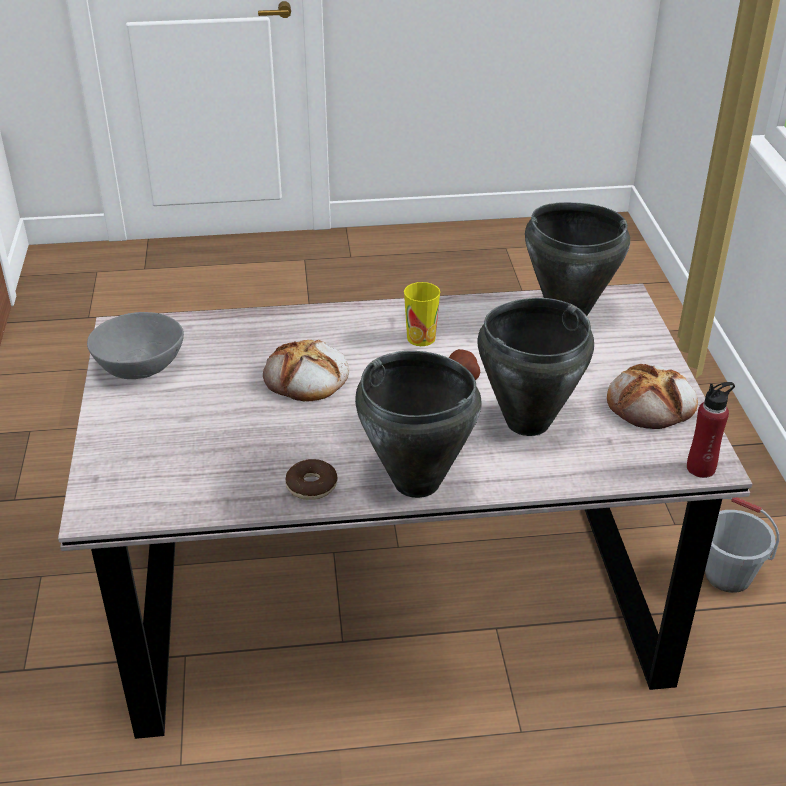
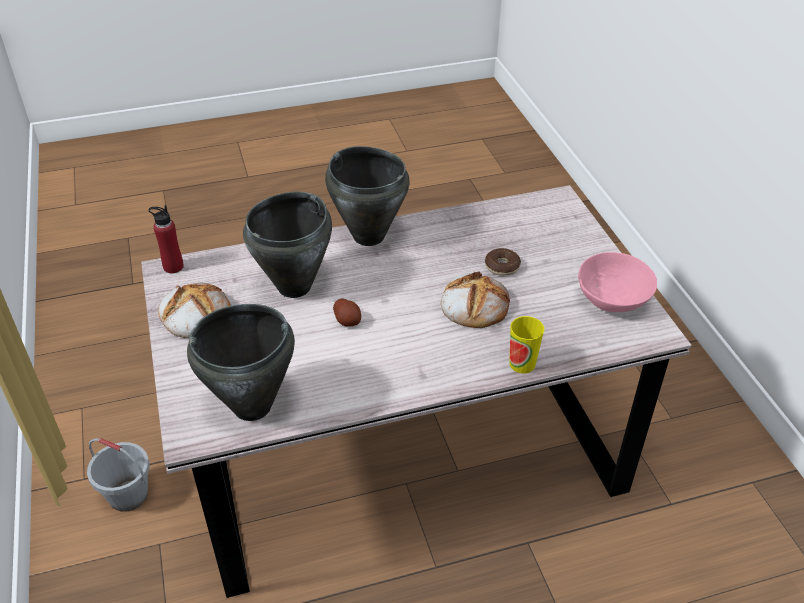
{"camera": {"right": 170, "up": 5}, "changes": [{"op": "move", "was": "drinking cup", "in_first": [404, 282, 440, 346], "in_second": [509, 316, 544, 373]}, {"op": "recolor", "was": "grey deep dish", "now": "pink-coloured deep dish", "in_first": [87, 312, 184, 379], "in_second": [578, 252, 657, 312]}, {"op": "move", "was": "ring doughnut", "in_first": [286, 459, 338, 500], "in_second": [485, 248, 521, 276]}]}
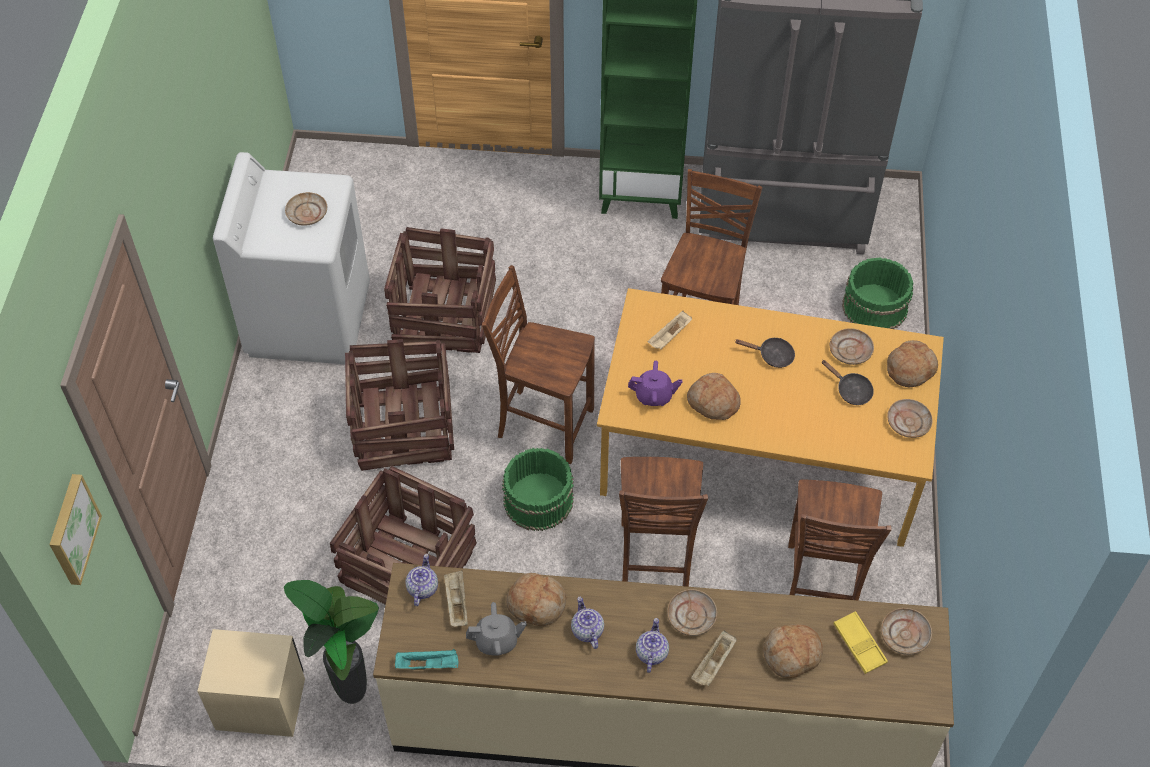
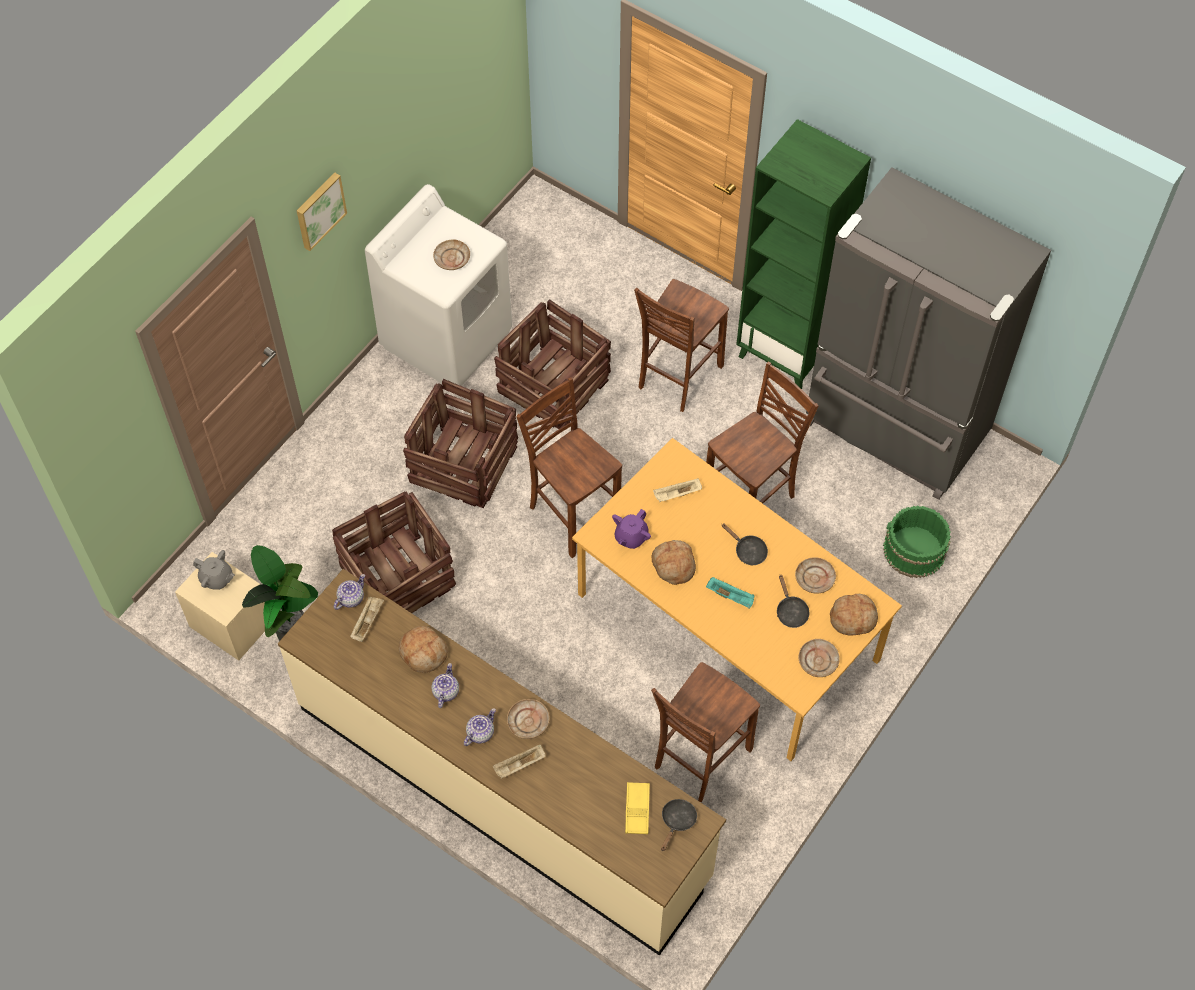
{"camera": {"right": 30, "up": 5}, "changes": [{"op": "rotate", "was": "purplish teapot", "in_first": [628, 361, 682, 406], "in_second": [612, 509, 651, 549], "clockwise": 90}, {"op": "delete", "was": "green-coloured pail", "in_first": [502, 448, 574, 531]}, {"op": "move", "was": "brown chair", "in_first": [619, 457, 708, 587], "in_second": [634, 279, 729, 412]}, {"op": "move", "was": "wall picture", "in_first": [49, 474, 102, 585], "in_second": [297, 173, 347, 251]}, {"op": "move", "was": "grey teapot", "in_first": [466, 602, 527, 656], "in_second": [193, 550, 235, 590]}, {"op": "replace", "was": "sand-coloured dinner plate", "now": "black-coloured pan", "in_first": [881, 608, 932, 655], "in_second": [661, 799, 697, 851]}, {"op": "delete", "was": "bread", "in_first": [763, 624, 823, 678]}, {"op": "move", "was": "turquoise tray", "in_first": [395, 649, 458, 670], "in_second": [706, 577, 755, 609]}]}
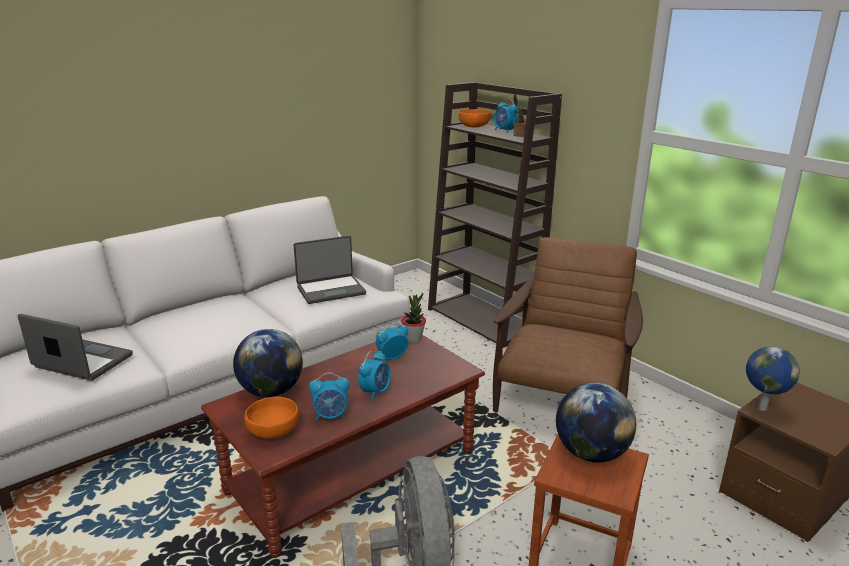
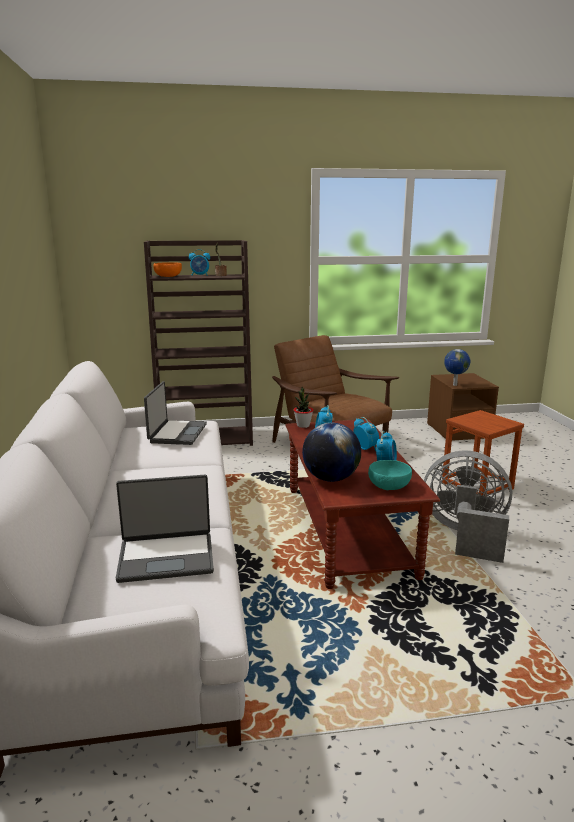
{"camera": {"right": -60, "up": -5}, "changes": [{"op": "rotate", "was": "laptop", "in_first": [18, 314, 133, 381], "in_second": [116, 475, 214, 583], "clockwise": -150}, {"op": "delete", "was": "desk globe", "in_first": [556, 383, 636, 463]}, {"op": "recolor", "was": "orange-coloured deep dish", "now": "turquoise deep dish", "in_first": [244, 397, 299, 439], "in_second": [368, 460, 412, 490]}]}
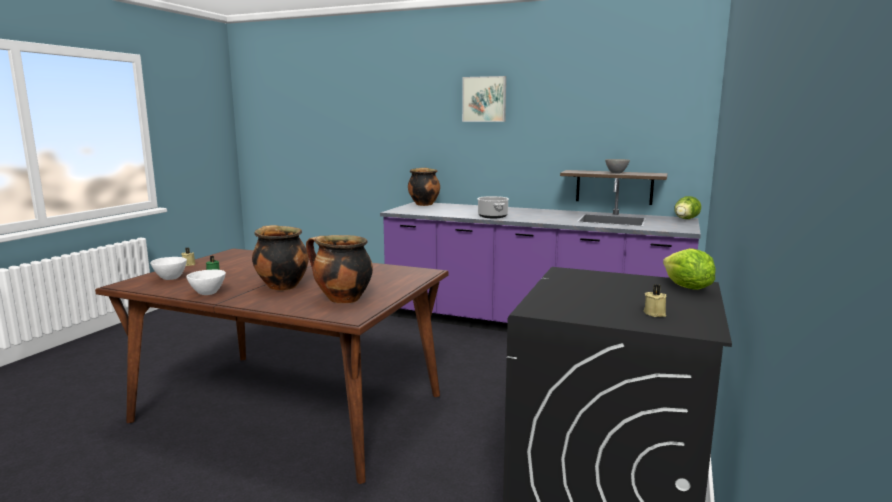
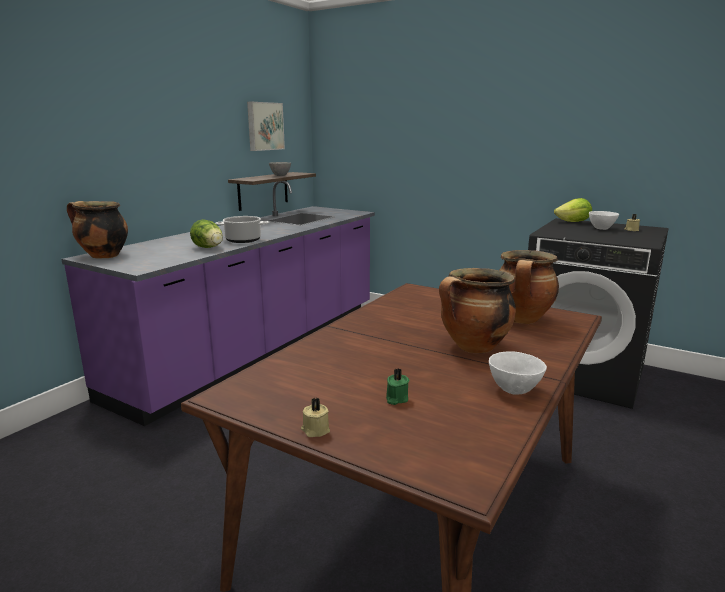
{"camera": {"right": -80, "up": 5}, "changes": [{"op": "move", "was": "wall picture", "in_first": [462, 76, 506, 122], "in_second": [247, 102, 285, 151]}, {"op": "move", "was": "lettuce head", "in_first": [674, 196, 701, 219], "in_second": [190, 219, 223, 248]}, {"op": "move", "was": "white-coloured deep dish", "in_first": [150, 257, 187, 280], "in_second": [589, 211, 619, 230]}]}
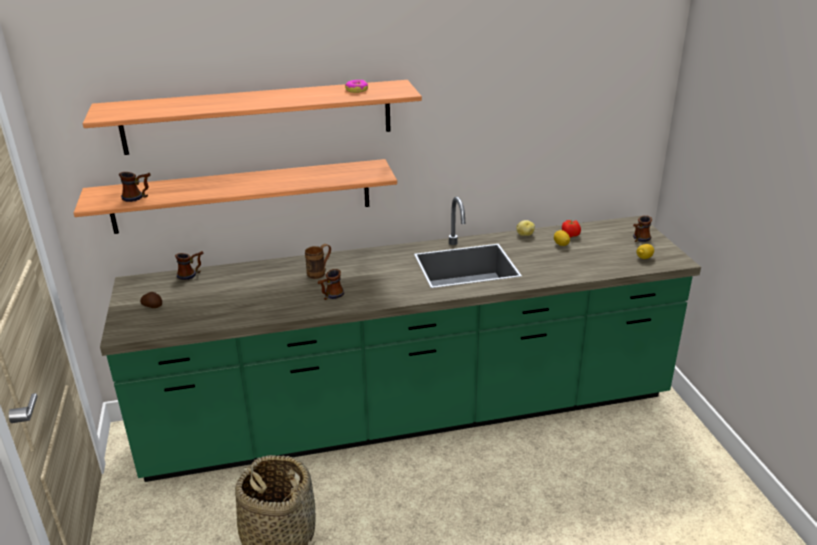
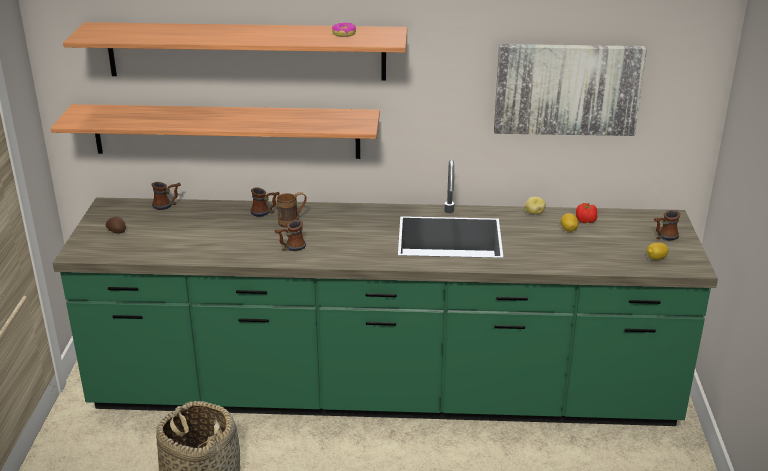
{"camera": {"right": 15, "up": 0}, "changes": [{"op": "move", "was": "mug", "in_first": [119, 172, 151, 202], "in_second": [250, 187, 279, 217]}, {"op": "insert", "now": "wall picture", "in_second": [494, 44, 647, 136]}]}
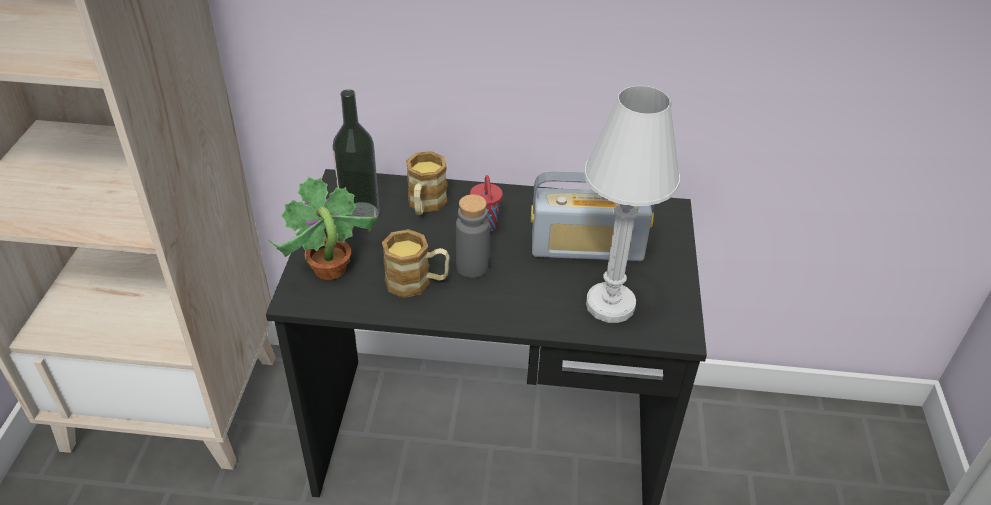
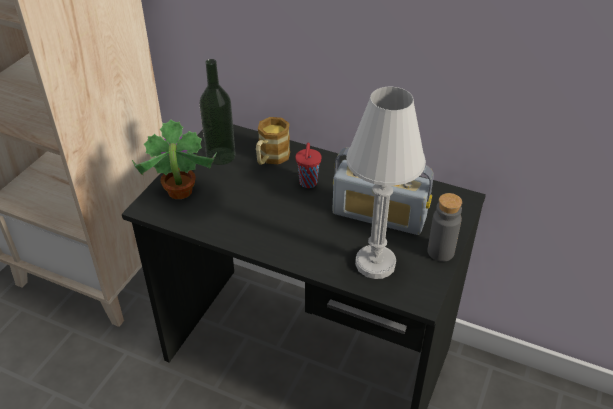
{"camera": {"right": 20, "up": 0}, "changes": [{"op": "move", "was": "grey bottle", "in_first": [456, 194, 489, 278], "in_second": [427, 193, 462, 262]}, {"op": "delete", "was": "mug", "in_first": [382, 229, 450, 298]}]}
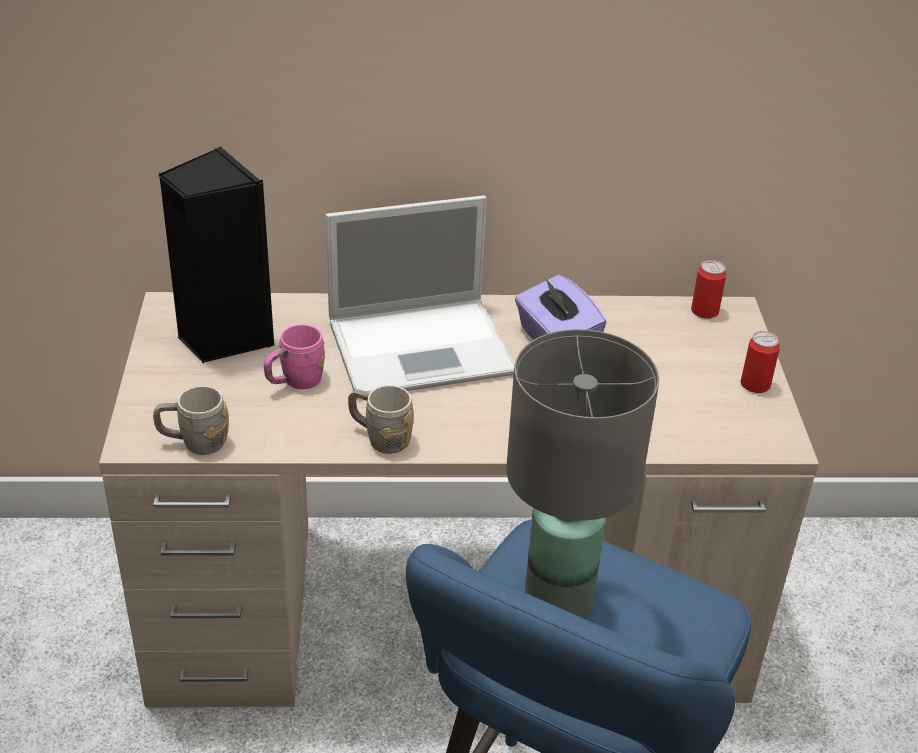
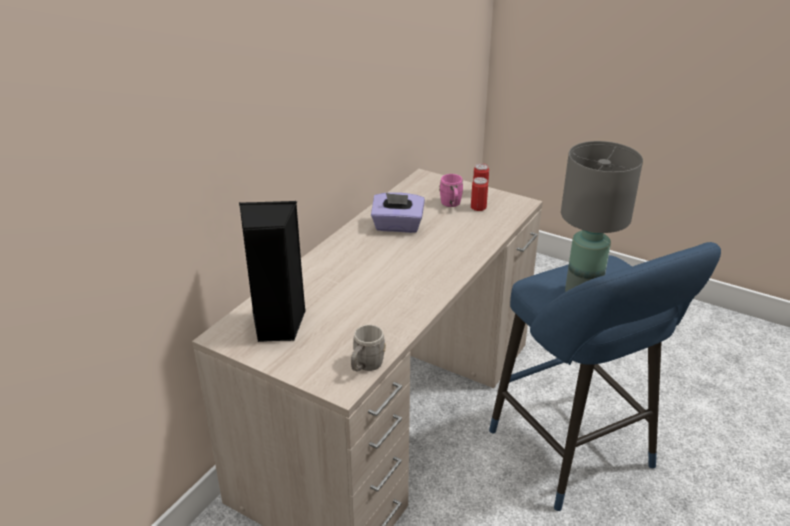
{"camera": {"right": -55, "up": -5}, "changes": [{"op": "delete", "was": "laptop", "in_first": [325, 195, 515, 399]}, {"op": "move", "was": "can", "in_first": [691, 260, 727, 319], "in_second": [471, 177, 488, 211]}, {"op": "move", "was": "pink-coloured mug", "in_first": [264, 324, 325, 389], "in_second": [439, 174, 463, 207]}, {"op": "delete", "was": "grey mug", "in_first": [348, 385, 414, 454]}]}
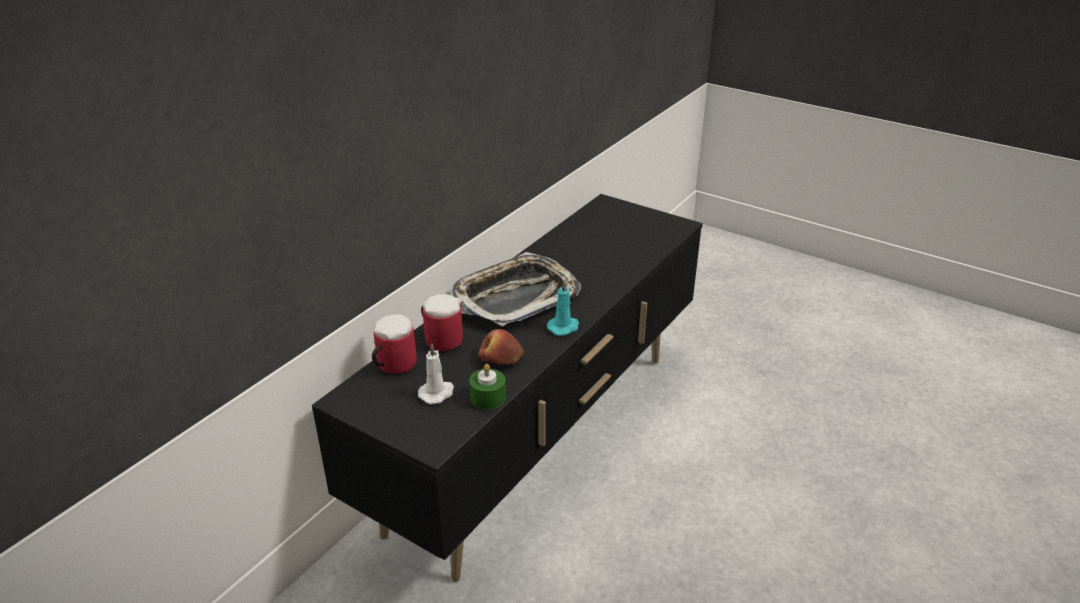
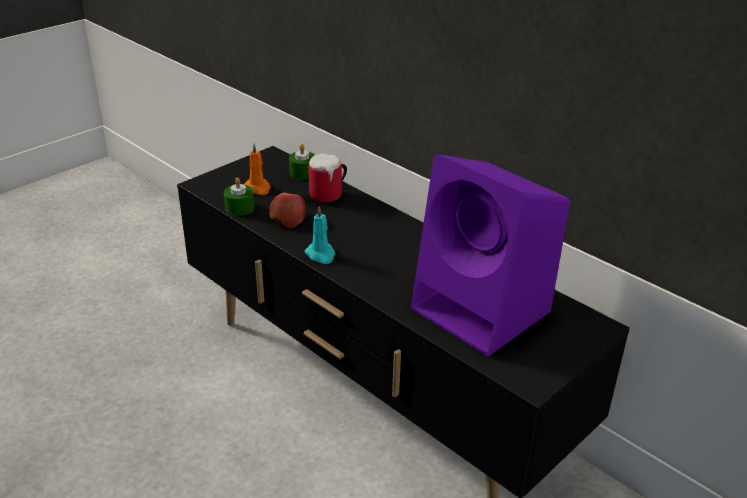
{"camera": {"right": 100, "up": 0}, "changes": [{"op": "delete", "was": "tray", "in_first": [450, 252, 581, 327]}, {"op": "replace", "was": "mug", "now": "green-coloured wax candle", "in_first": [372, 314, 417, 374], "in_second": [289, 144, 315, 180]}, {"op": "recolor", "was": "white-coloured wax candle", "now": "orange-coloured wax candle", "in_first": [418, 343, 454, 404], "in_second": [244, 143, 271, 195]}, {"op": "insert", "now": "purplish speaker", "in_second": [411, 154, 570, 356]}]}
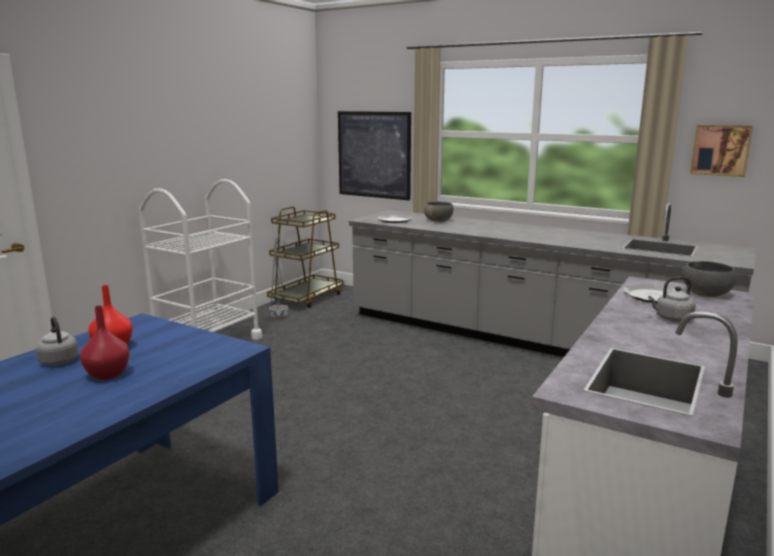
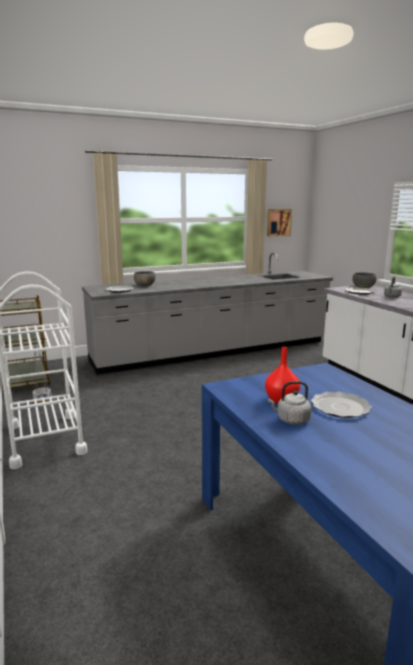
{"camera": {"right": -55, "up": 0}, "changes": [{"op": "delete", "was": "wall picture", "in_first": [338, 111, 411, 200]}, {"op": "replace", "was": "red-coloured decorative vase", "now": "dinner plate", "in_first": [80, 306, 130, 380], "in_second": [311, 392, 372, 418]}]}
